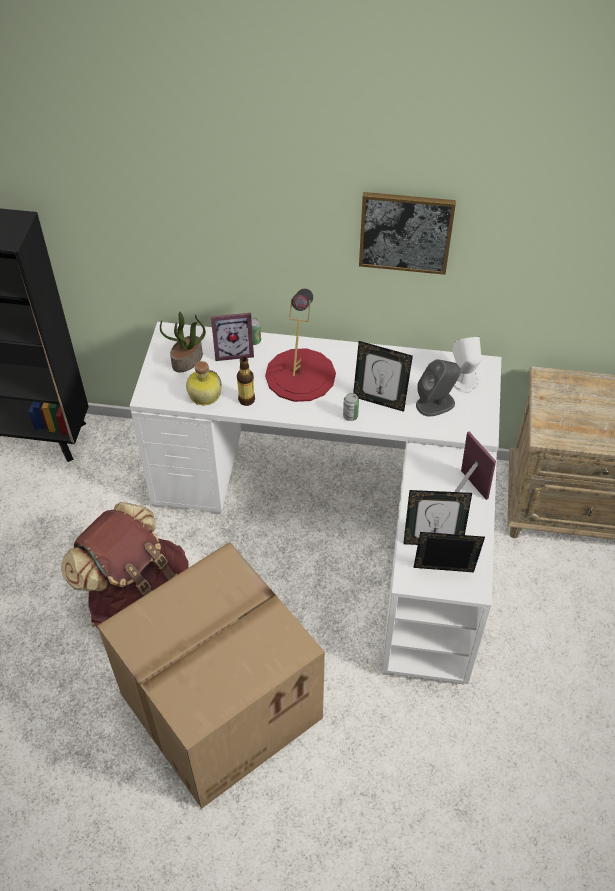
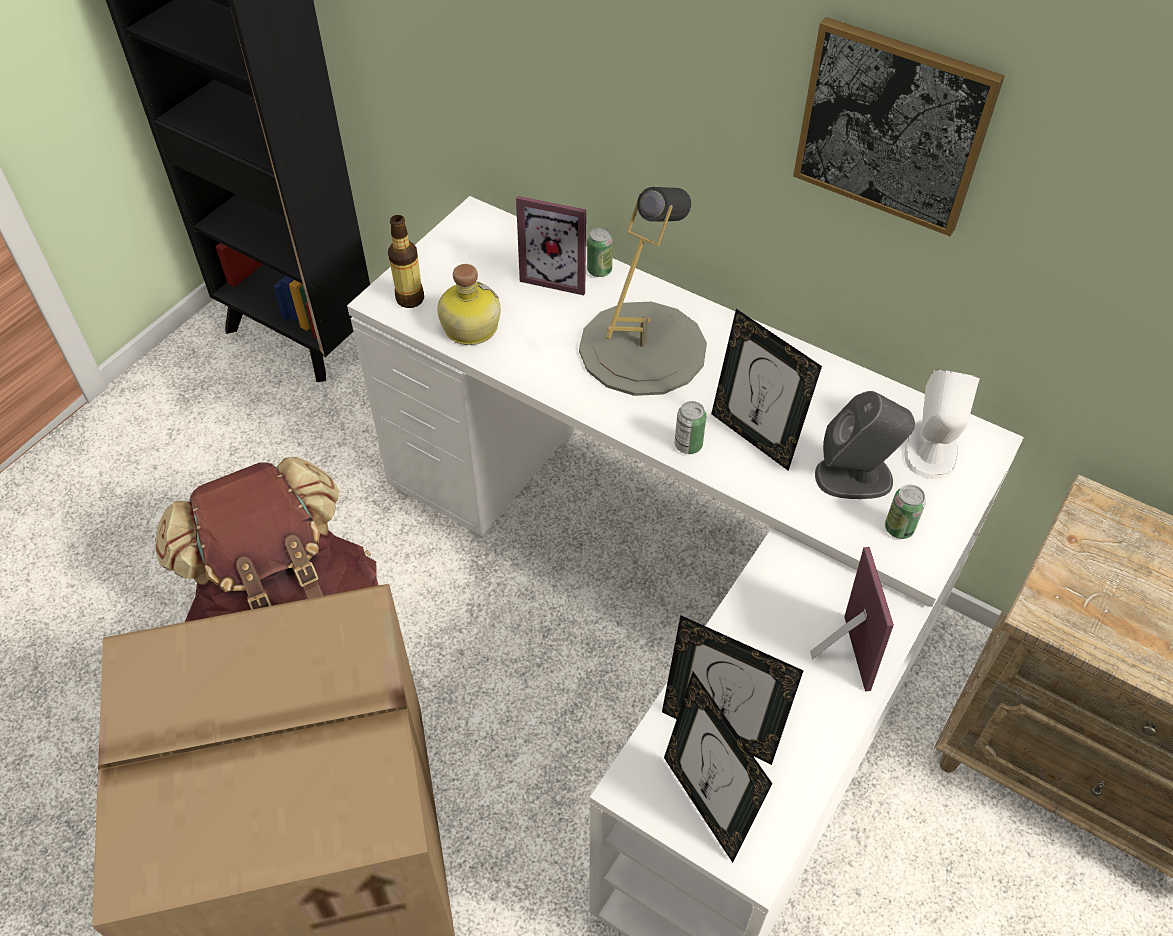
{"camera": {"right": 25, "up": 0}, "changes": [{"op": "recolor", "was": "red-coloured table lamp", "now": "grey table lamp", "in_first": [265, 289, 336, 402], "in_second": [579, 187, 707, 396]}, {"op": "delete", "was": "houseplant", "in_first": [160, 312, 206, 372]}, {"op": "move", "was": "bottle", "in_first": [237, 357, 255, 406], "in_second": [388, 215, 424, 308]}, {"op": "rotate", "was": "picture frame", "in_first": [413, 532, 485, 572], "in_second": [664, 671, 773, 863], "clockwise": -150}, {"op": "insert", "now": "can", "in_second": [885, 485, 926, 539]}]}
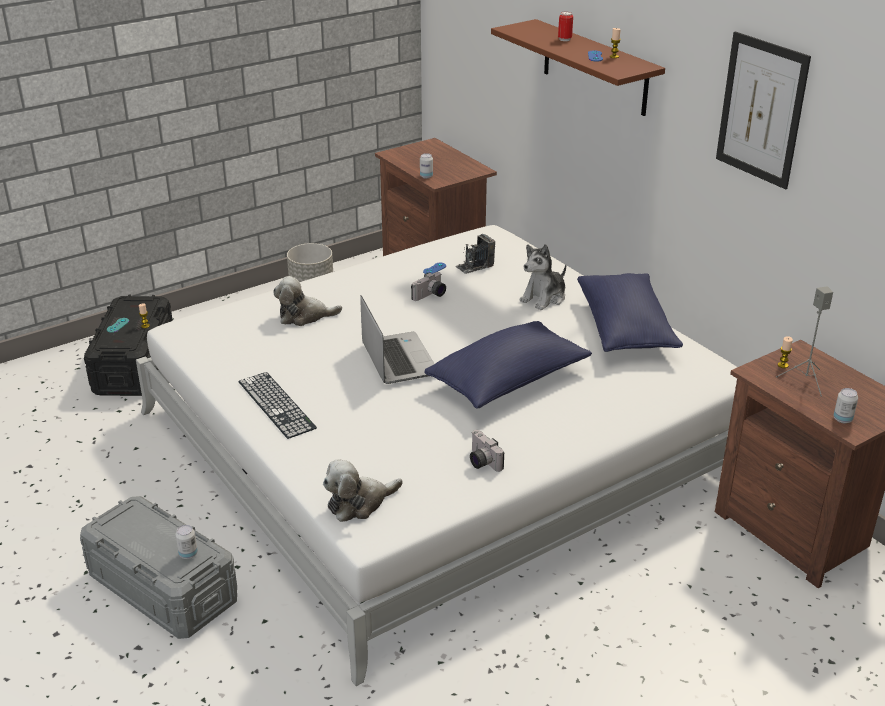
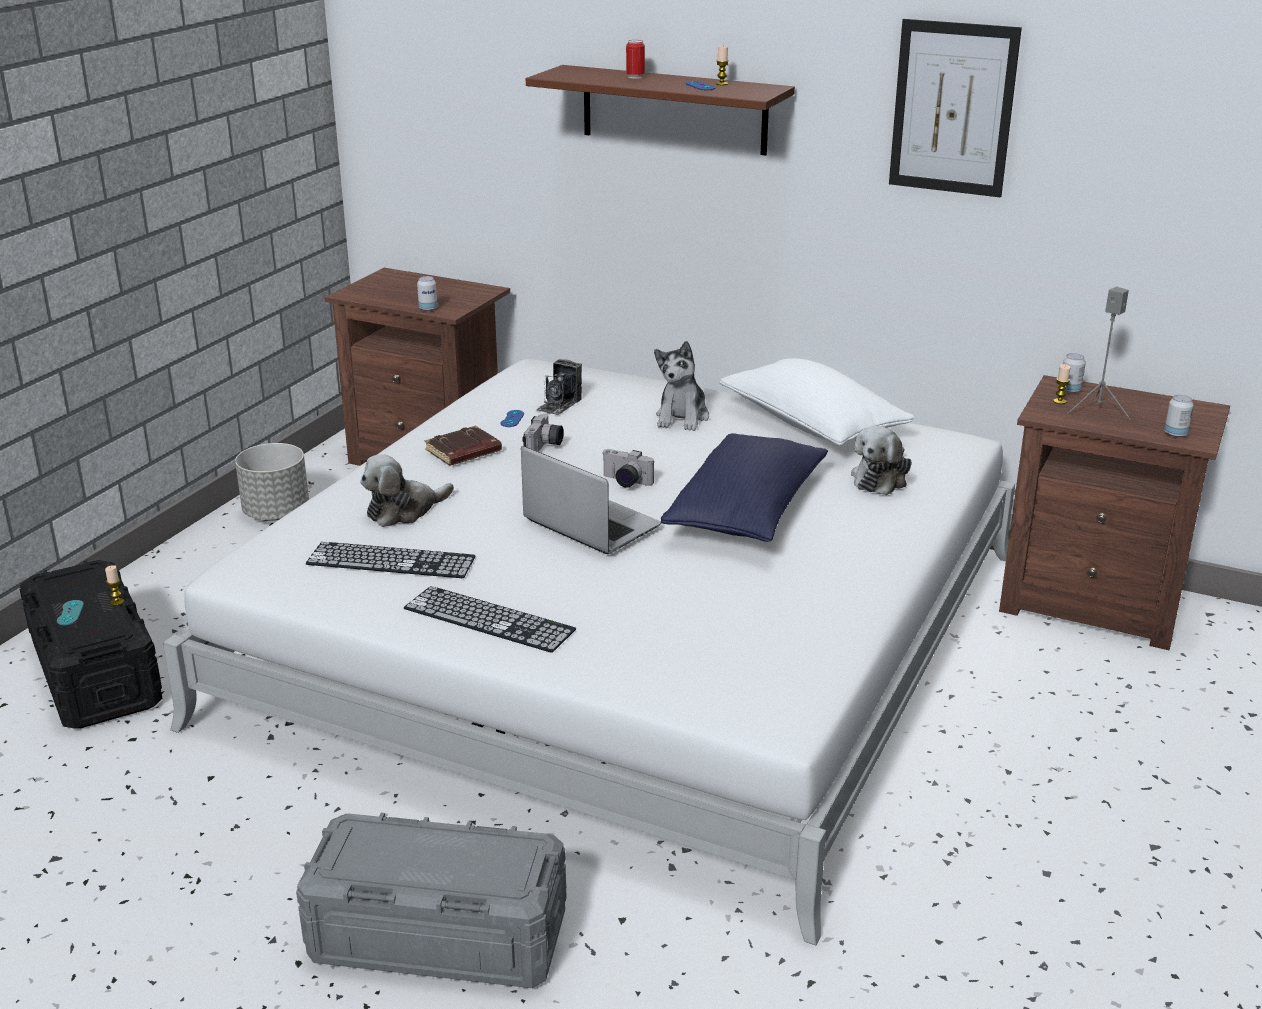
{"camera": {"right": -30, "up": -5}, "changes": [{"op": "recolor", "was": "blue-coloured cushion", "now": "white-coloured cushion", "in_first": [577, 273, 683, 352], "in_second": [719, 358, 915, 446]}, {"op": "move", "was": "still camera", "in_first": [470, 430, 504, 472], "in_second": [602, 449, 654, 488]}, {"op": "move", "was": "soft toy", "in_first": [323, 459, 403, 522], "in_second": [851, 426, 912, 495]}, {"op": "move", "was": "can", "in_first": [176, 525, 198, 559], "in_second": [1063, 353, 1086, 393]}, {"op": "insert", "now": "brown book", "in_second": [425, 426, 502, 466]}, {"op": "insert", "now": "computer keyboard", "in_second": [306, 542, 476, 578]}]}
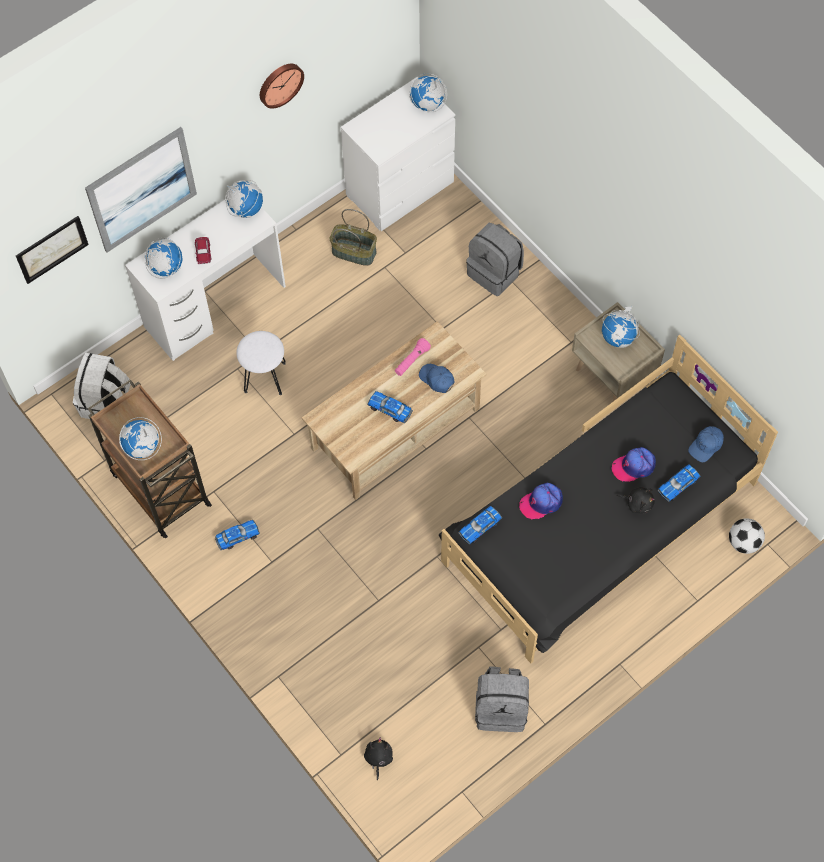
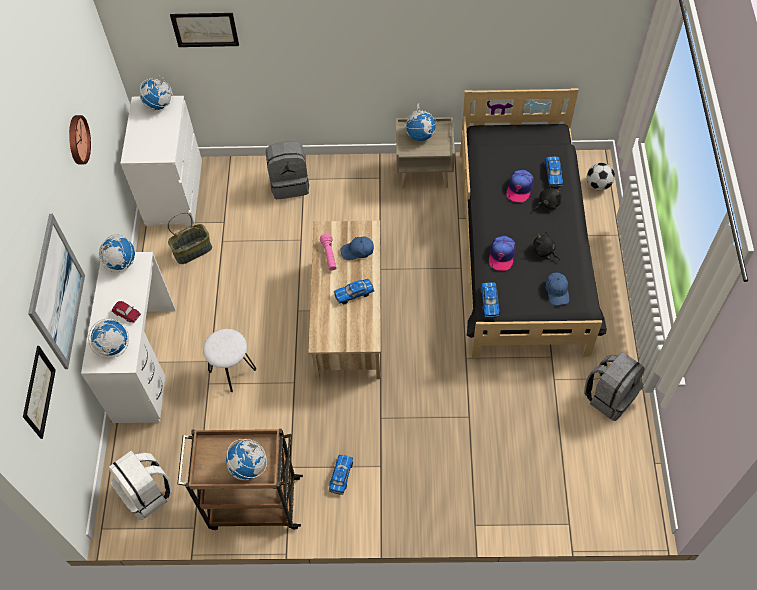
{"camera": {"right": -50, "up": -5}, "changes": [{"op": "move", "was": "blue-coloured peaked cap", "in_first": [688, 426, 724, 462], "in_second": [545, 273, 569, 305]}, {"op": "move", "was": "black-coloured soft toy", "in_first": [364, 738, 393, 780], "in_second": [533, 231, 560, 261]}, {"op": "insert", "now": "wall picture", "in_second": [170, 13, 239, 47]}]}
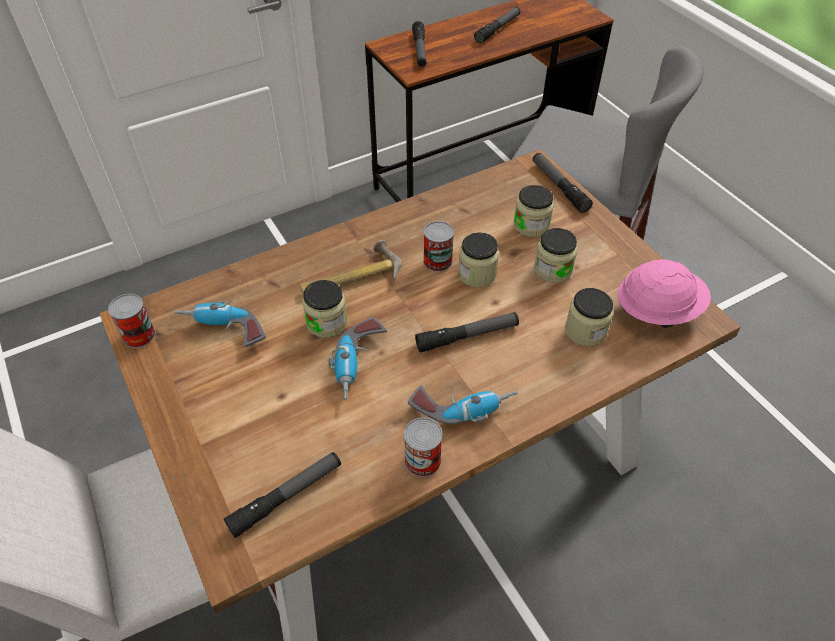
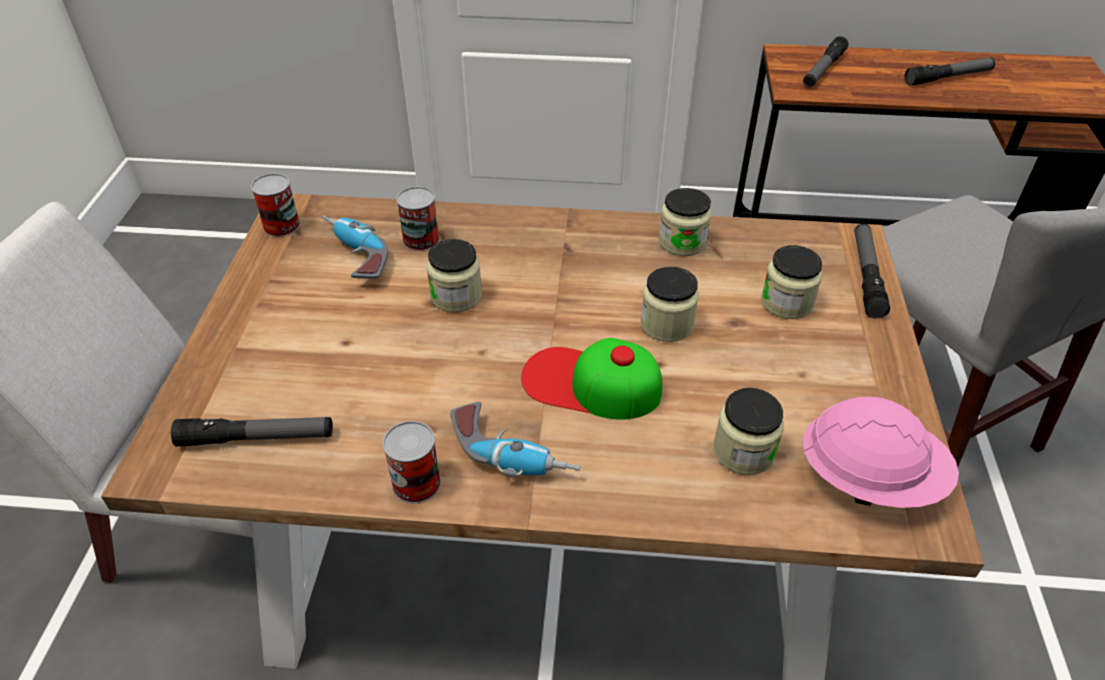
{"camera": {"right": 35, "up": -5}, "changes": [{"op": "move", "was": "can", "in_first": [423, 221, 454, 272], "in_second": [396, 187, 440, 251]}, {"op": "move", "was": "preserve jar", "in_first": [534, 228, 578, 283], "in_second": [659, 188, 712, 256]}, {"op": "delete", "was": "hand hammer", "in_first": [300, 240, 402, 294]}, {"op": "replace", "was": "flashlight", "now": "peaked cap", "in_first": [415, 312, 519, 353], "in_second": [521, 338, 662, 420]}, {"op": "delete", "was": "drill", "in_first": [329, 317, 387, 400]}]}
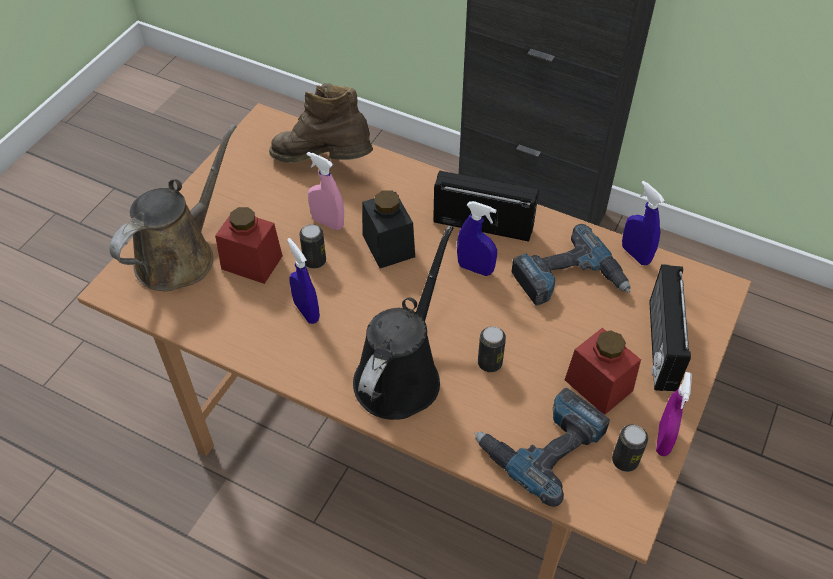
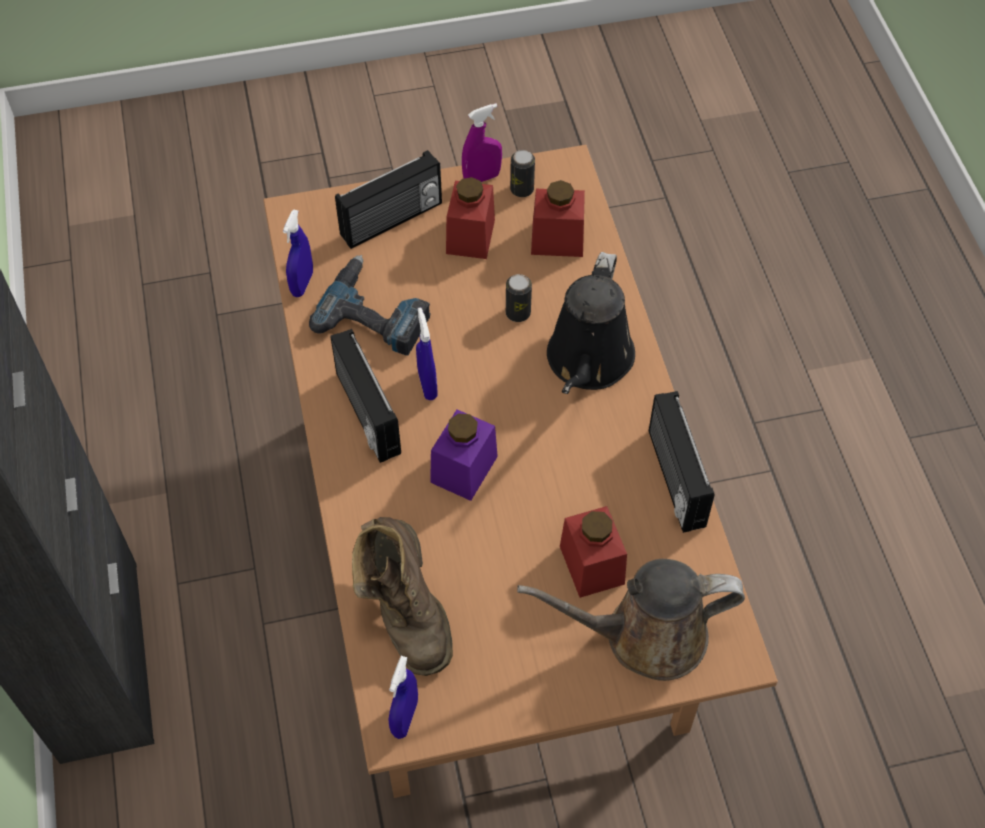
{"camera": {"right": -130, "up": 5}, "changes": [{"op": "delete", "was": "pink-coloured hand sprayer", "in_first": [307, 152, 344, 230]}, {"op": "recolor", "was": "black-coloured preserve jar", "now": "purplish preserve jar", "in_first": [362, 190, 415, 268], "in_second": [430, 409, 498, 501]}, {"op": "delete", "was": "can", "in_first": [299, 224, 326, 269]}, {"op": "rotate", "was": "black-coloured watering can", "in_first": [353, 226, 453, 420], "in_second": [547, 252, 635, 394], "clockwise": -60}, {"op": "move", "was": "blue-coloured hand sprayer", "in_first": [287, 238, 320, 324], "in_second": [388, 656, 418, 739]}, {"op": "replace", "was": "drill", "now": "red-coloured preserve jar", "in_first": [474, 388, 610, 507], "in_second": [531, 180, 585, 257]}, {"op": "insert", "now": "radio set", "in_second": [649, 391, 715, 533]}]}
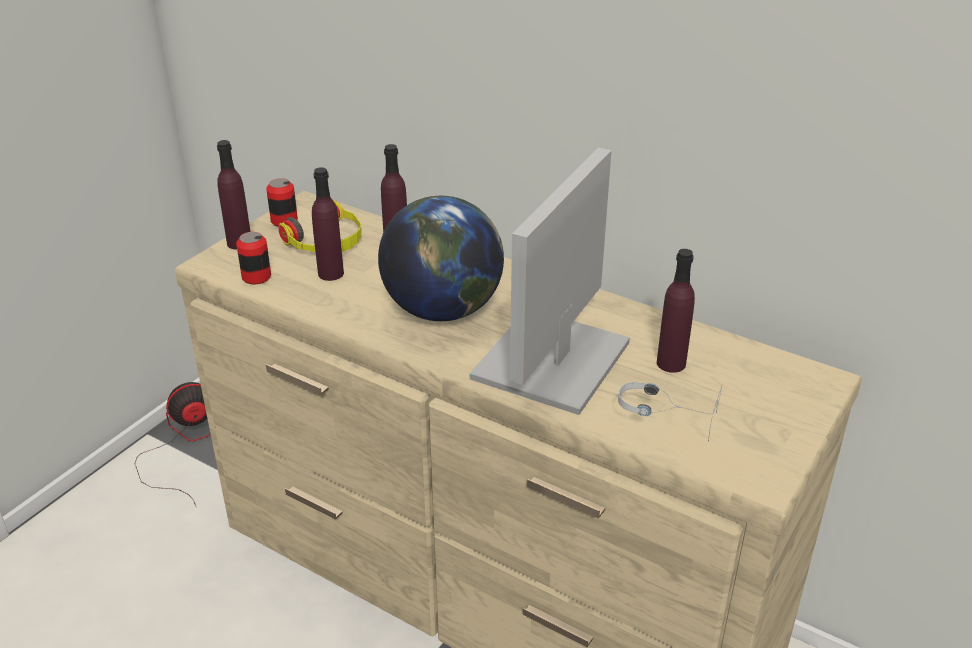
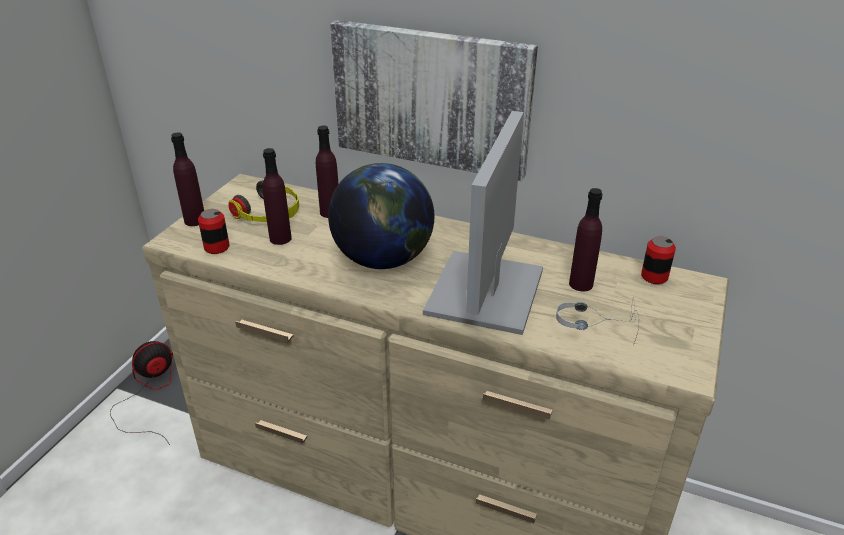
{"camera": {"right": -10, "up": 0}, "changes": [{"op": "move", "was": "can", "in_first": [266, 178, 298, 227], "in_second": [641, 236, 676, 284]}, {"op": "insert", "now": "wall picture", "in_second": [330, 20, 538, 181]}]}
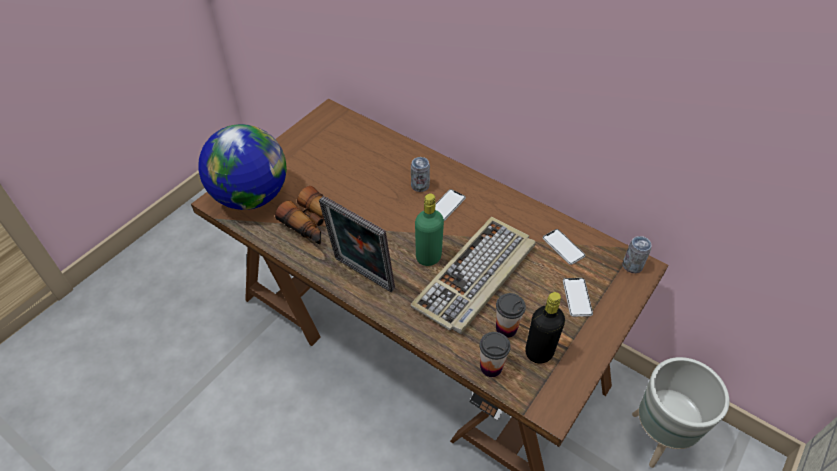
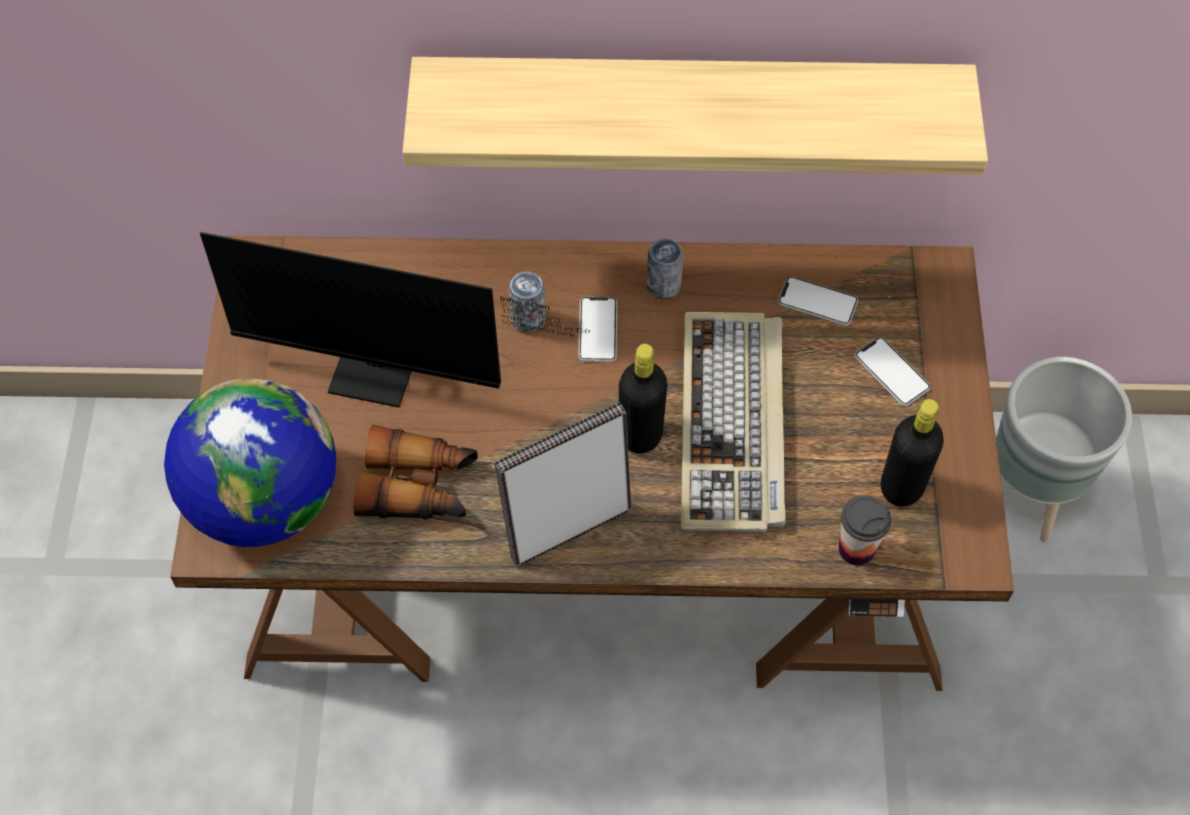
{"camera": {"right": -35, "up": 10}, "changes": [{"op": "recolor", "was": "green-coloured bottle", "now": "black-coloured bottle", "in_first": [415, 194, 444, 266], "in_second": [619, 344, 668, 454]}, {"op": "rotate", "was": "picture frame", "in_first": [319, 196, 395, 292], "in_second": [494, 402, 631, 567], "clockwise": 150}, {"op": "move", "was": "can", "in_first": [622, 236, 652, 273], "in_second": [646, 238, 683, 299]}, {"op": "delete", "was": "drinking cup", "in_first": [496, 293, 526, 338]}, {"op": "insert", "now": "shelf", "in_second": [403, 57, 988, 175]}, {"op": "insert", "now": "computer screen", "in_second": [200, 232, 590, 407]}]}
